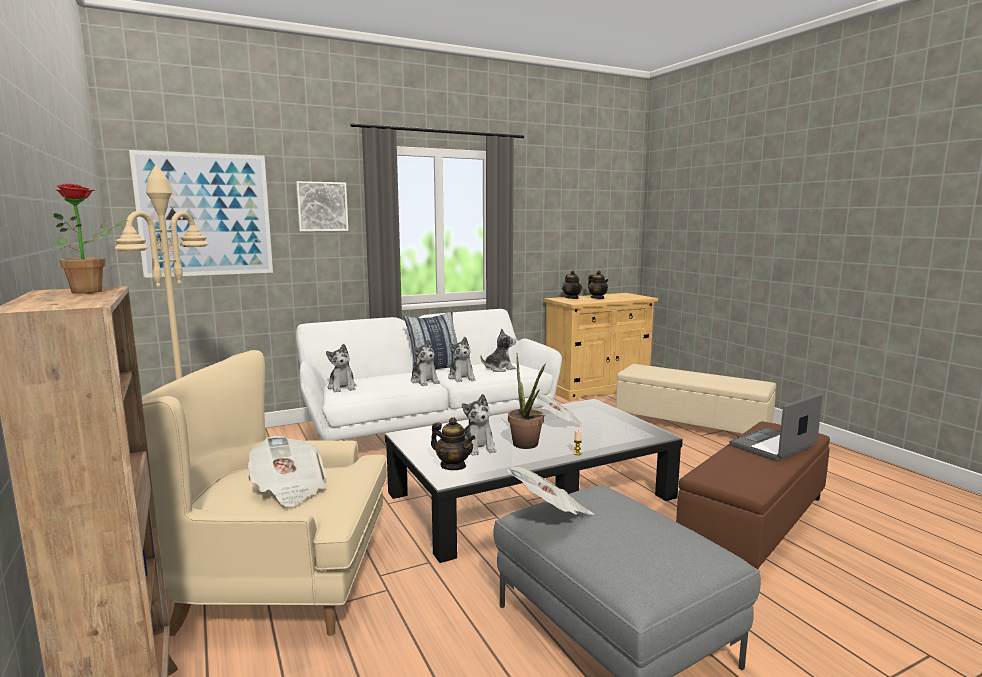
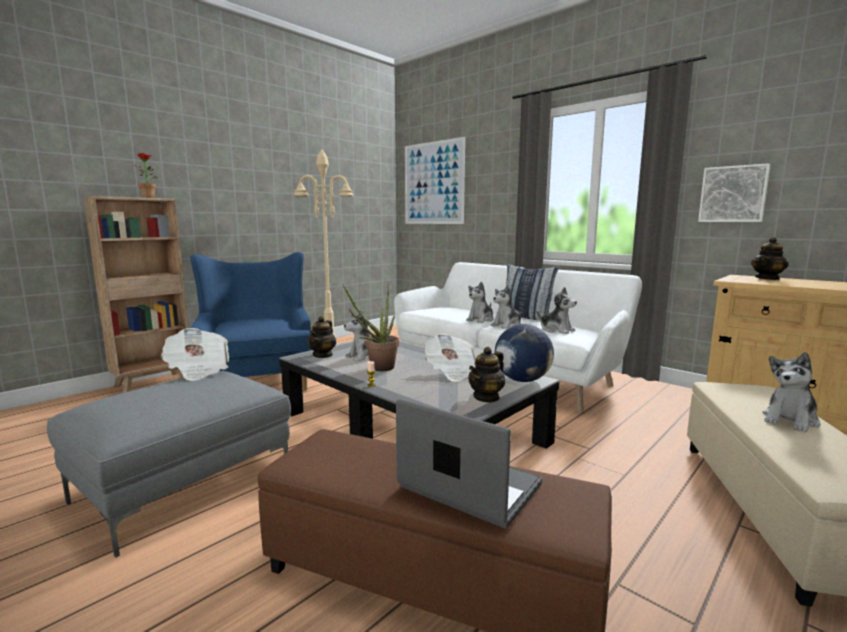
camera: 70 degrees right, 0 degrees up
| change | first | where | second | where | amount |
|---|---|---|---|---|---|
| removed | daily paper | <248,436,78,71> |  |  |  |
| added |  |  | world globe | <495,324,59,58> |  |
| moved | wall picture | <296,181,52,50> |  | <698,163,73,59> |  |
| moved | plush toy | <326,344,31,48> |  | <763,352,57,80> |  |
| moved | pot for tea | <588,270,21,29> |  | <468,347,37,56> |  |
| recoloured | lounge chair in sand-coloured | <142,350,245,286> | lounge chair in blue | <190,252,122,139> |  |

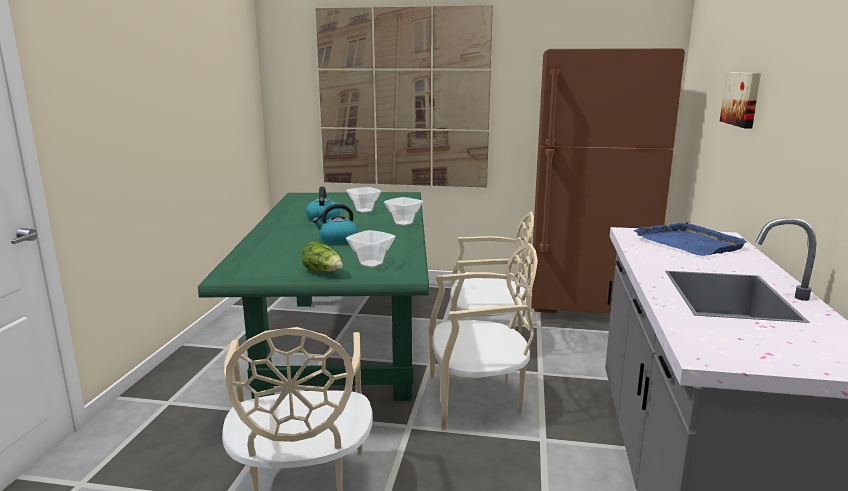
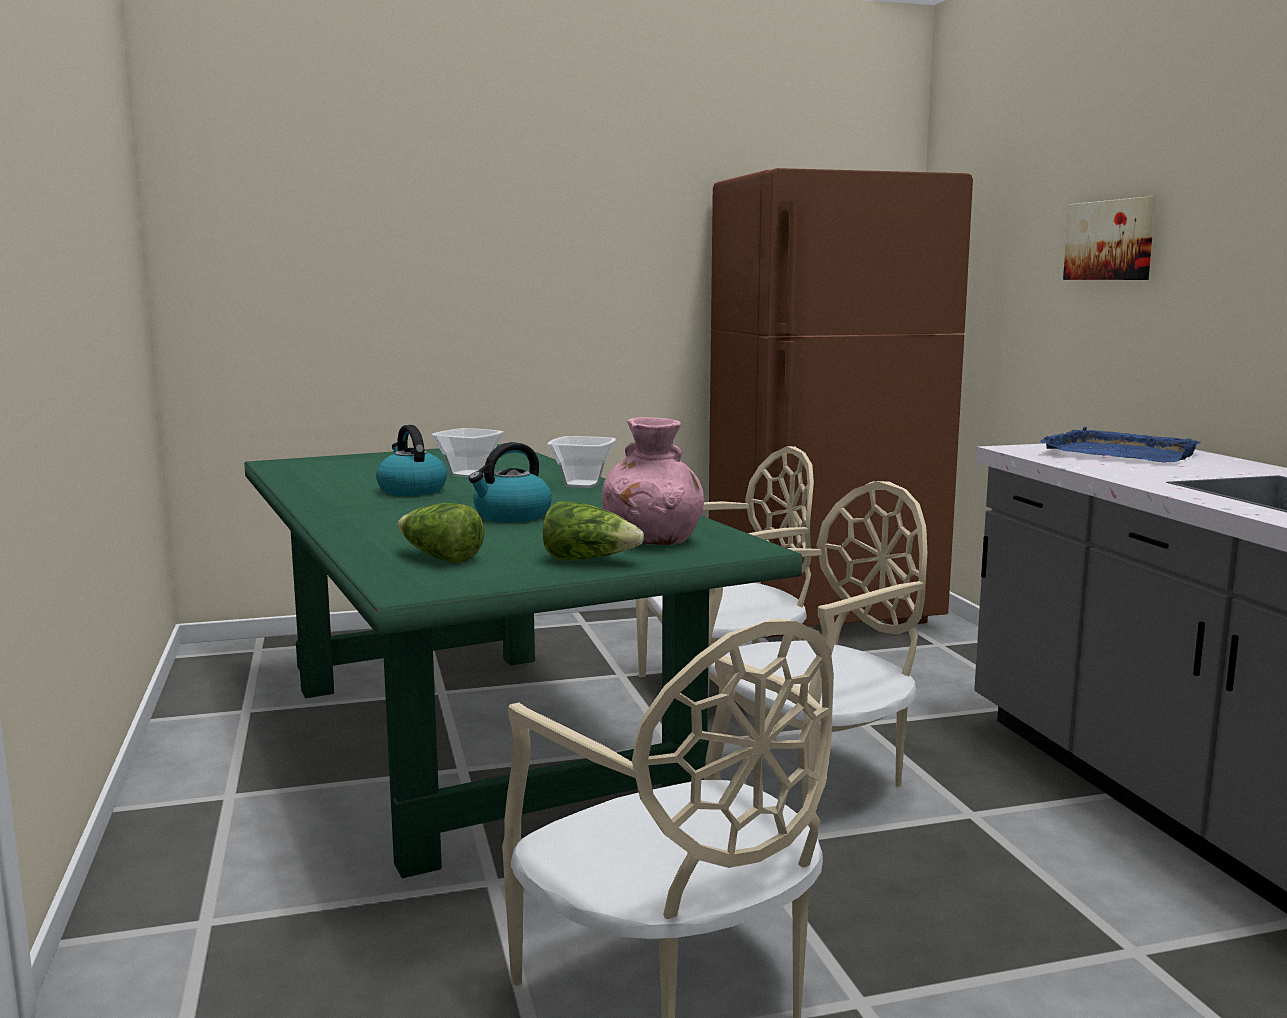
camera: 25 degrees left, 5 degrees down
| change | first | where | second | where | amount |
|---|---|---|---|---|---|
| removed | wall picture | <316,5,177,182> |  |  |  |
| added |  |  | lettuce head | <398,503,86,60> |  |
| replaced | serving bowl | <346,230,50,38> | flower vase in pink | <601,417,103,128> |  |

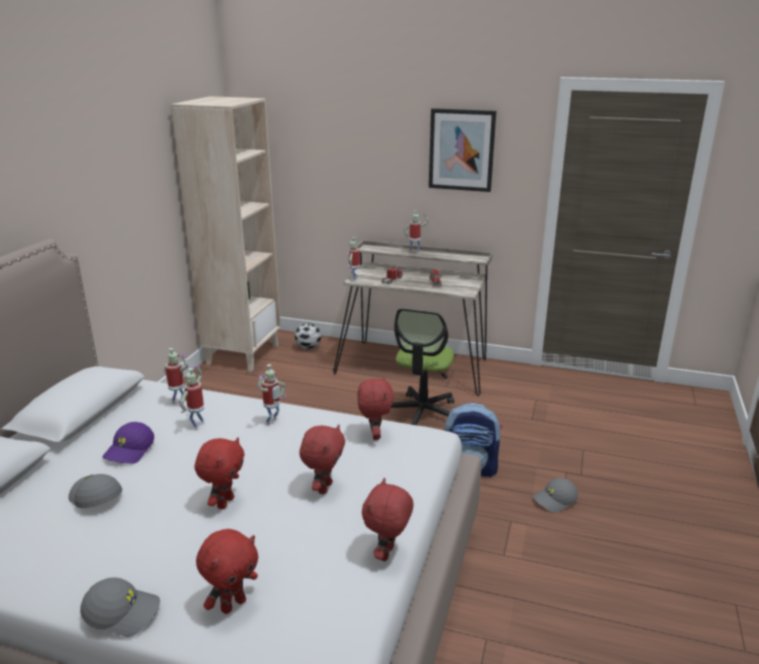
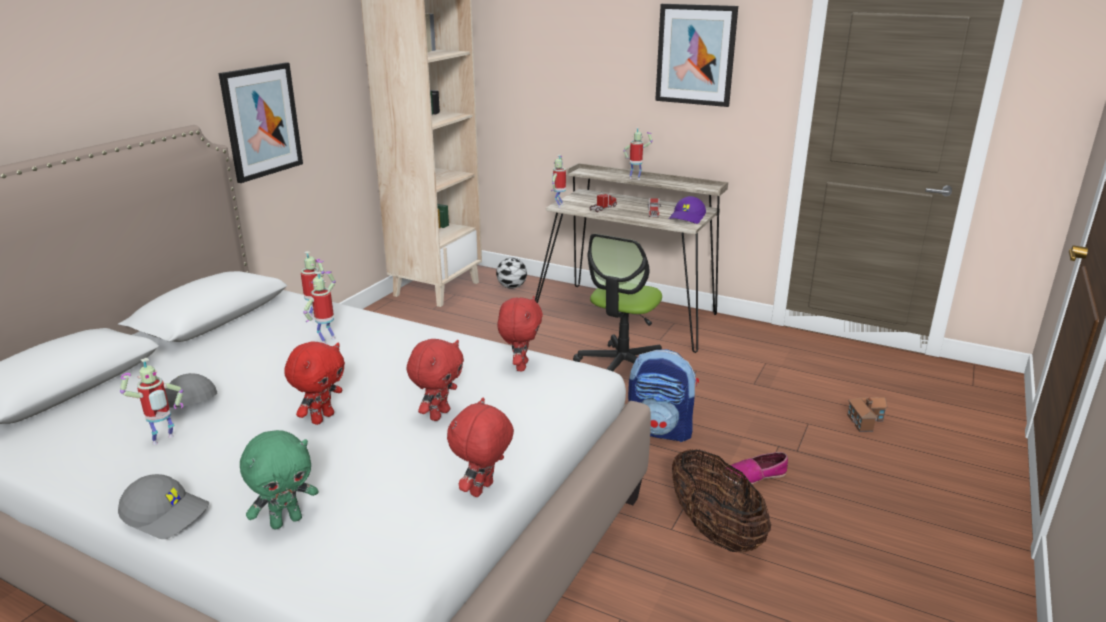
camera: 10 degrees right, 0 degrees up
| change | first | where | second | where | amount |
|---|---|---|---|---|---|
| added |  |  | wall picture | <219,62,84,121> |  |
| added |  |  | storage basket | <672,449,99,104> |  |
| added |  |  | miniature house | <847,397,41,35> |  |
| moved | peaked cap in purplish | <102,422,52,42> |  | <669,196,37,28> |  |
| moved | robot figure | <258,364,28,61> |  | <120,358,63,87> |  |
| replaced | peaked cap in gray | <533,478,45,35> | low shoe | <723,452,65,33> |  |
| recoloured | plush toy in reddish | <196,529,62,85> | plush toy in greenish | <240,430,78,100> |  |

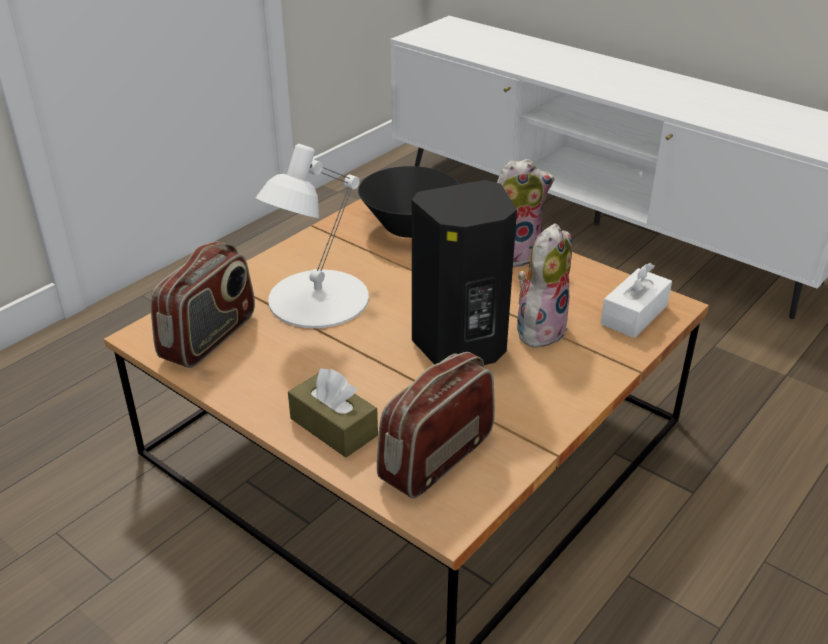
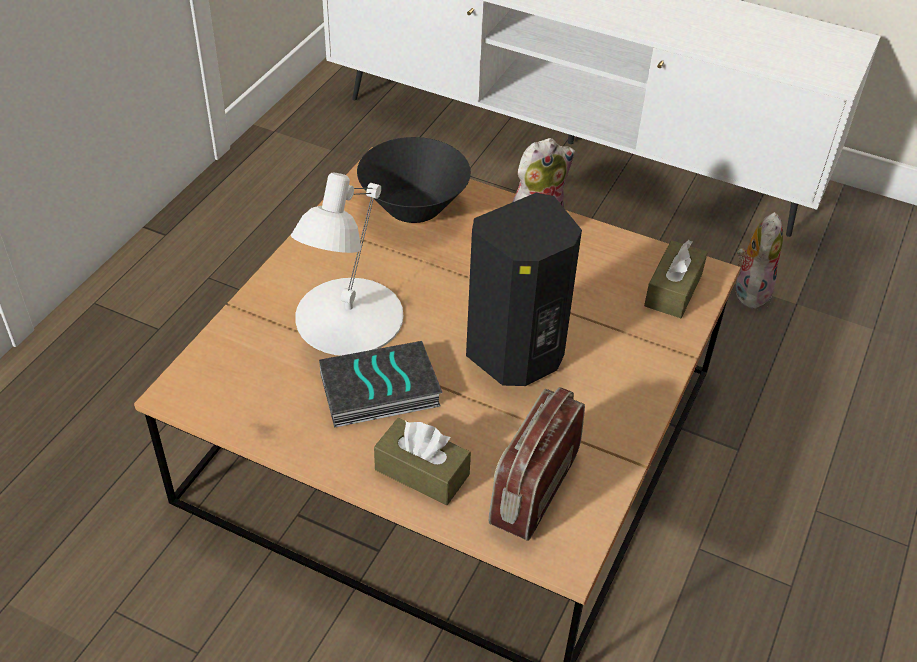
camera: 15 degrees left, 10 degrees up
| change | first | where | second | where | amount |
|---|---|---|---|---|---|
| removed | radio receiver | <150,242,105,126> |  |  |  |
| added |  |  | bound book | <319,341,123,87> |  |
| moved | plush toy | <517,223,55,125> |  | <736,212,47,97> |  |
| recoloured | tissue holder in white-coloured | <600,263,72,75> | tissue holder in brown-coloured | <644,240,64,78> |  |

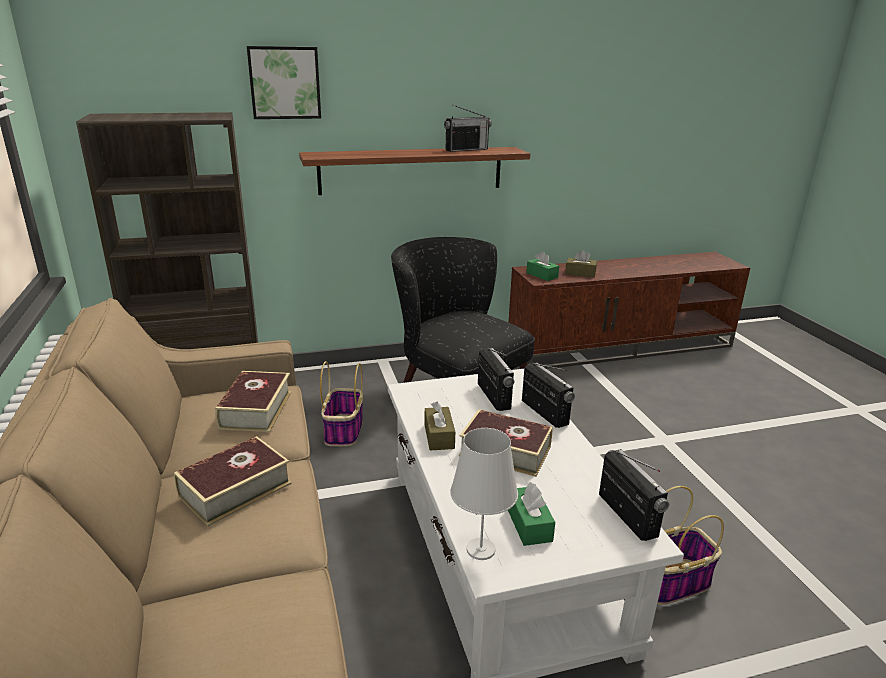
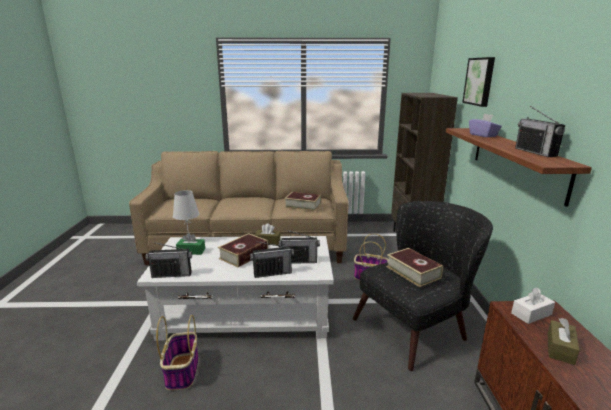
camera: 105 degrees right, 5 degrees down
| change | first | where | second | where | amount |
|---|---|---|---|---|---|
| added |  |  | tissue holder in purplish | <469,114,33,23> |  |
| moved | bound book | <174,436,117,91> |  | <386,248,57,39> |  |
| recoloured | tissue holder in greenish | <526,251,33,30> | tissue holder in white-coloured | <511,287,44,37> |  |

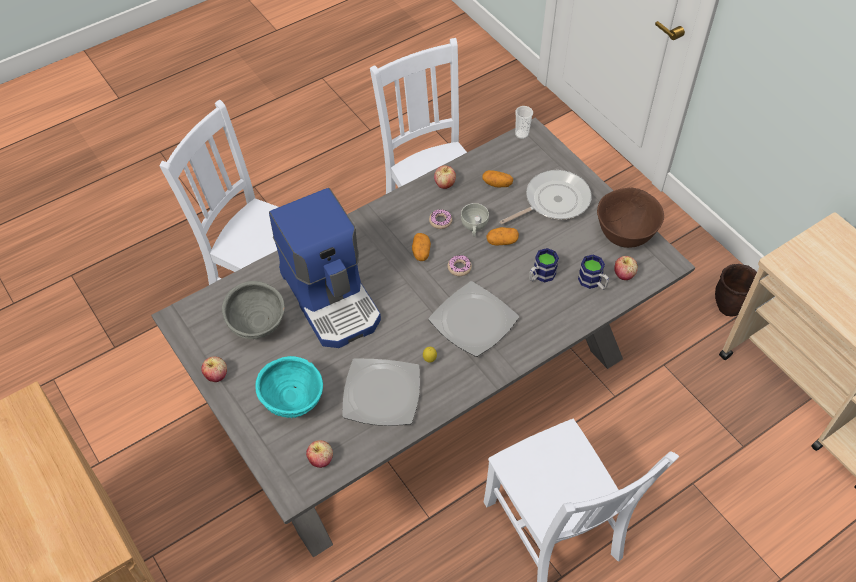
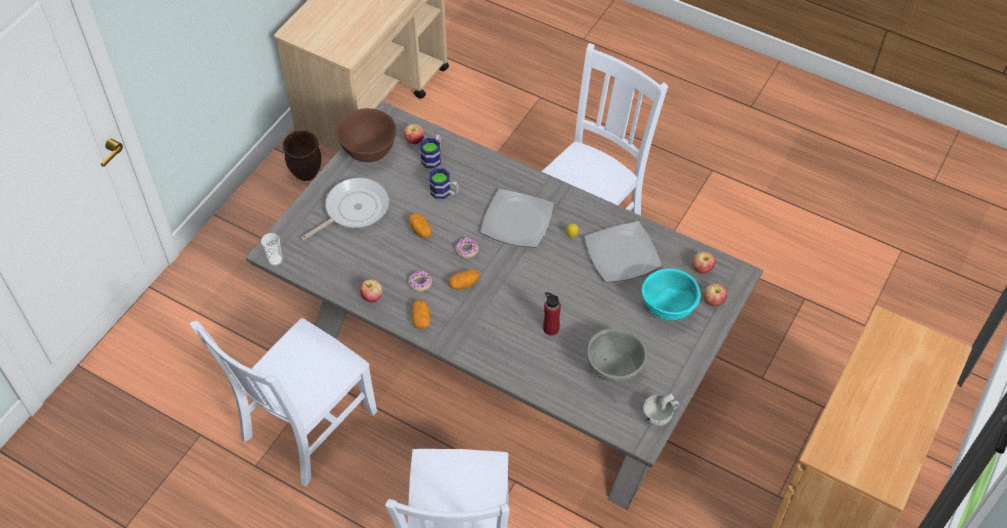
camera: 115 degrees left, 0 degrees up
| change | first | where | second | where | amount |
|---|---|---|---|---|---|
| moved | apple | <201,356,26,26> |  | <704,284,23,22> |  |
| moved | cup in white-coloured | <461,203,28,33> |  | <643,394,36,32> |  |
| moved | whole potato | <482,170,31,18> |  | <412,300,18,29> |  |
| replaced | coffee brewer | <269,188,112,160> | bottle in reddish | <543,292,18,44> |  |
| turned | skillet | <500,170,92,54> |  | <301,178,88,62> | 105 degrees clockwise |

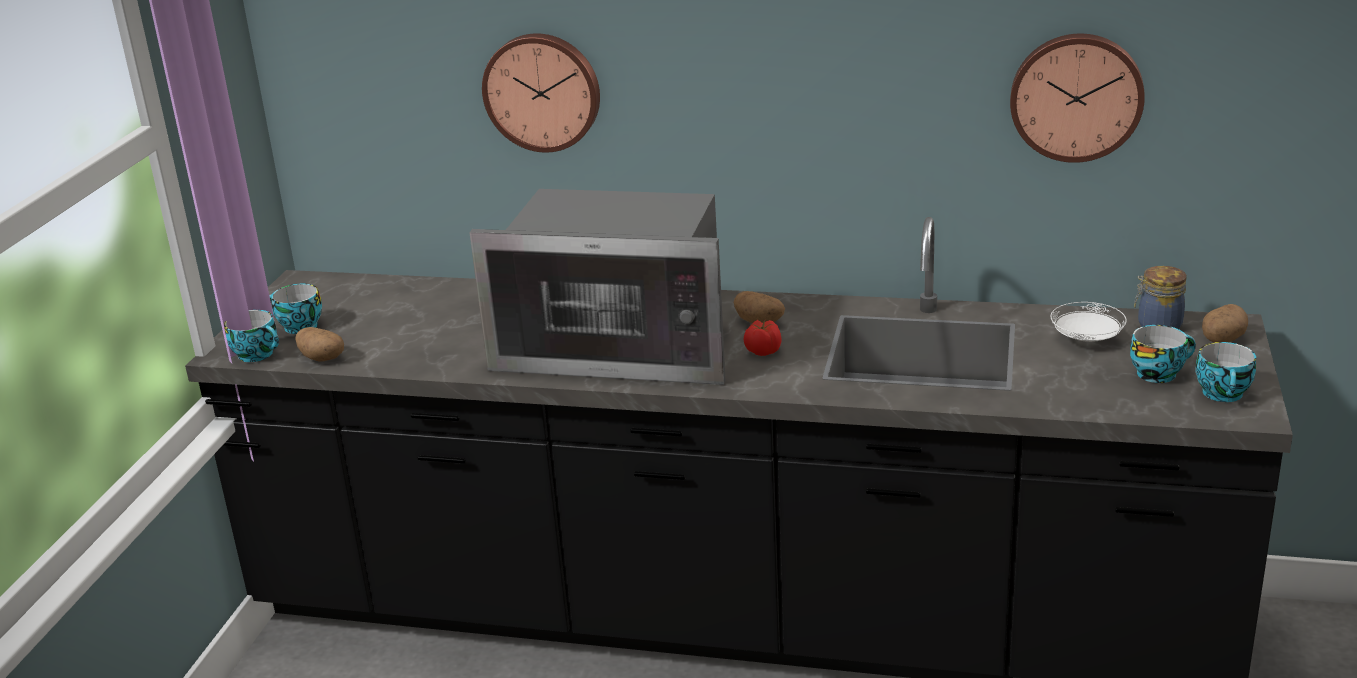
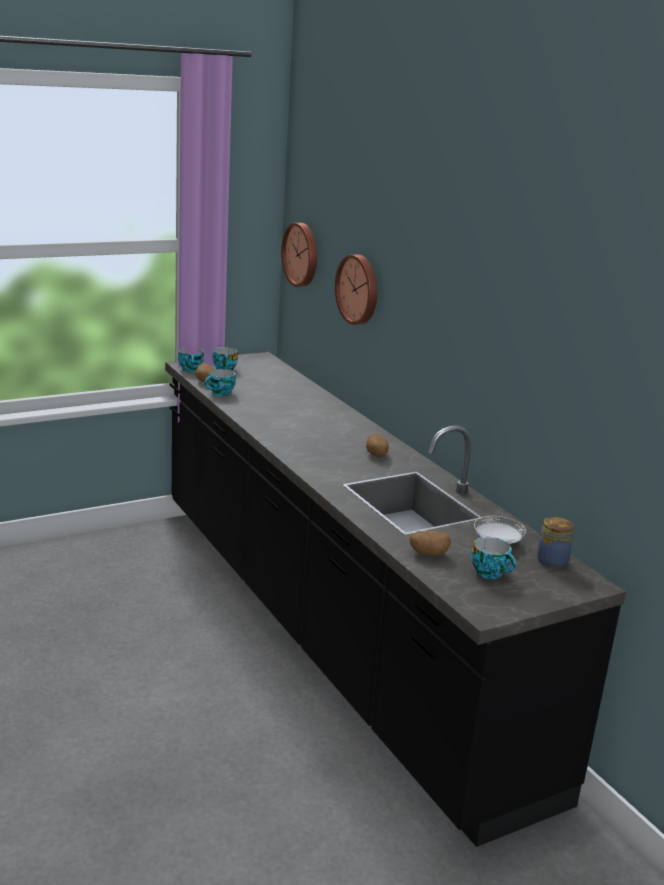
camera: 45 degrees right, 5 degrees down
| change | first | where | second | where | amount |
|---|---|---|---|---|---|
| removed | microwave | <469,189,257,196> |  |  |  |
| removed | tomato | <743,320,39,36> |  |  |  |
| moved | hanging clock | <1010,34,135,129> |  | <281,223,36,64> |  |
| moved | cup | <1196,342,60,60> |  | <204,369,32,27> |  |
| moved | whole potato | <1202,304,46,39> |  | <409,531,42,25> |  |

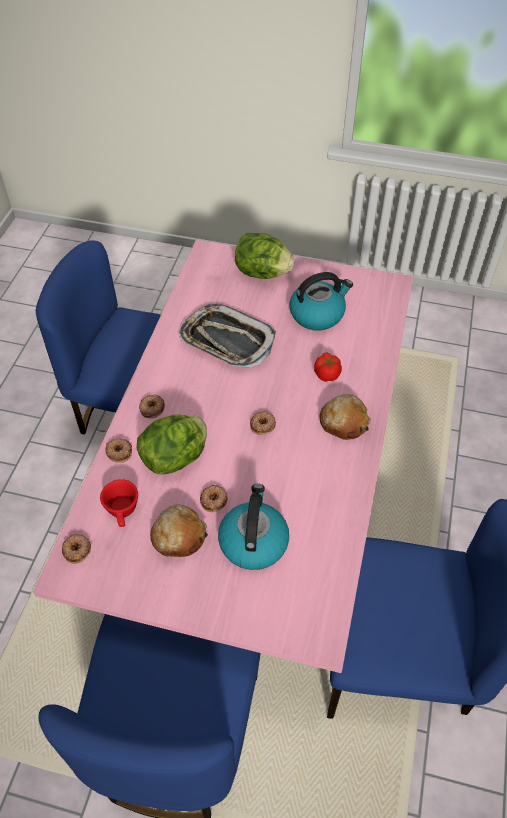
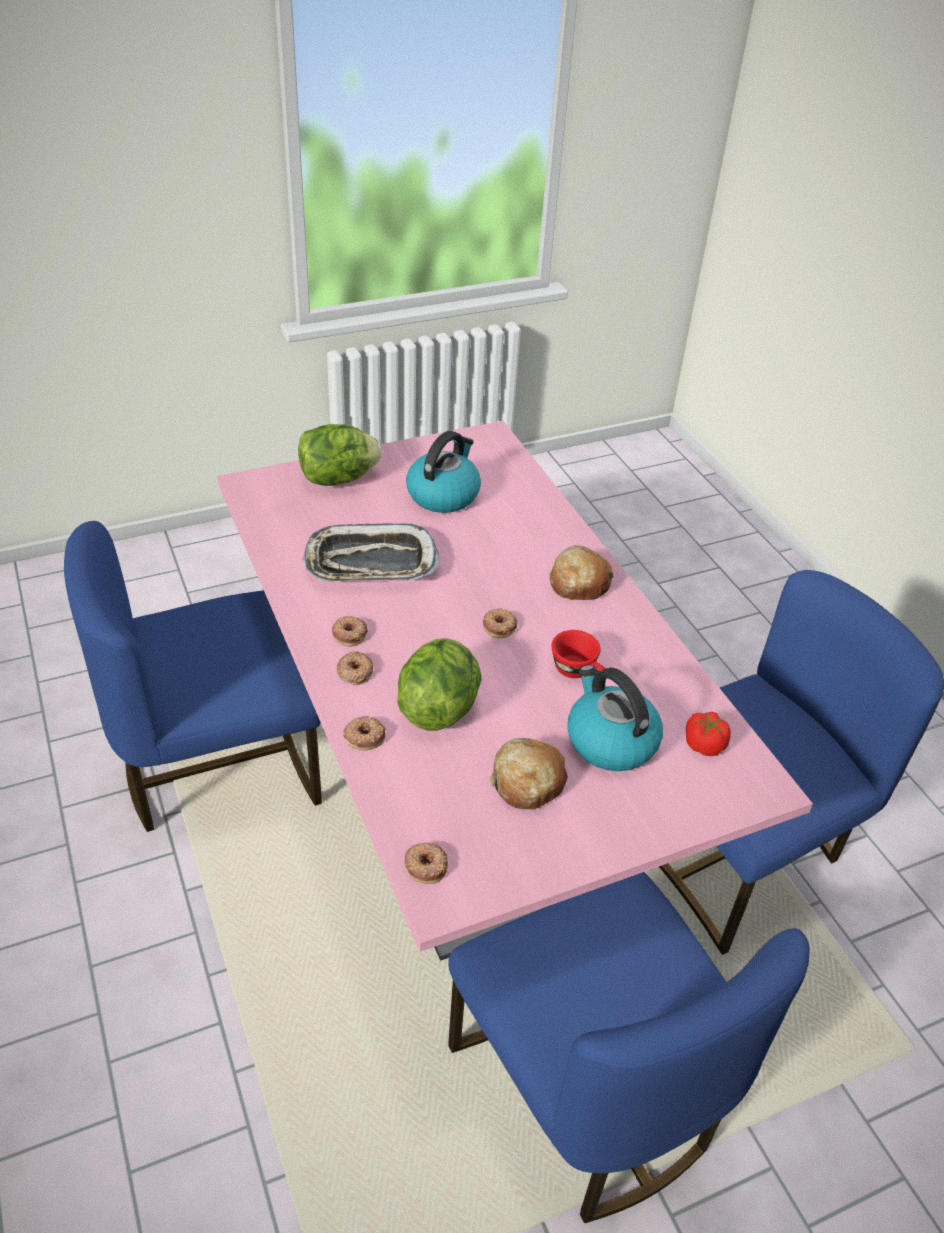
camera: 40 degrees left, 10 degrees down
| change | first | where | second | where | amount |
|---|---|---|---|---|---|
| moved | cup in reddish | <100,479,38,48> |  | <552,630,54,48> |  |
| moved | doughnut | <200,484,28,28> |  | <332,616,36,31> |  |
| moved | tomato | <314,352,28,30> |  | <686,712,45,44> |  |

